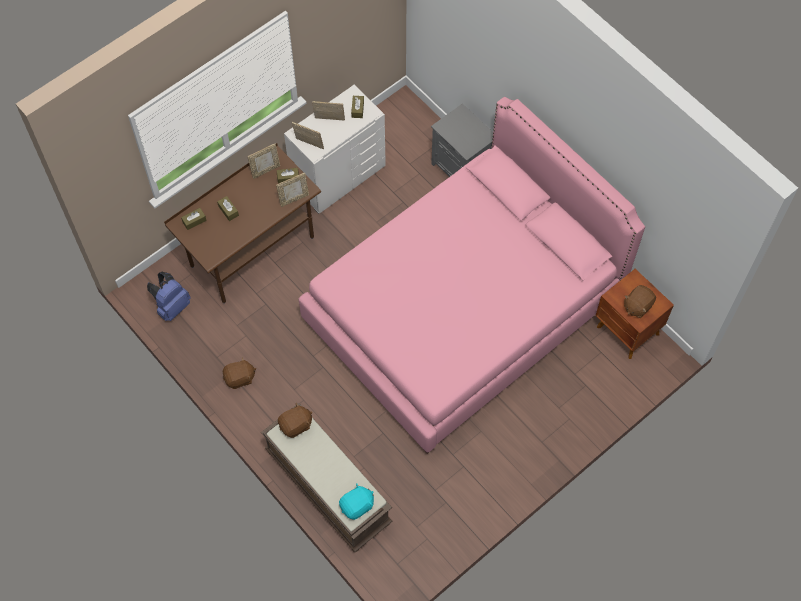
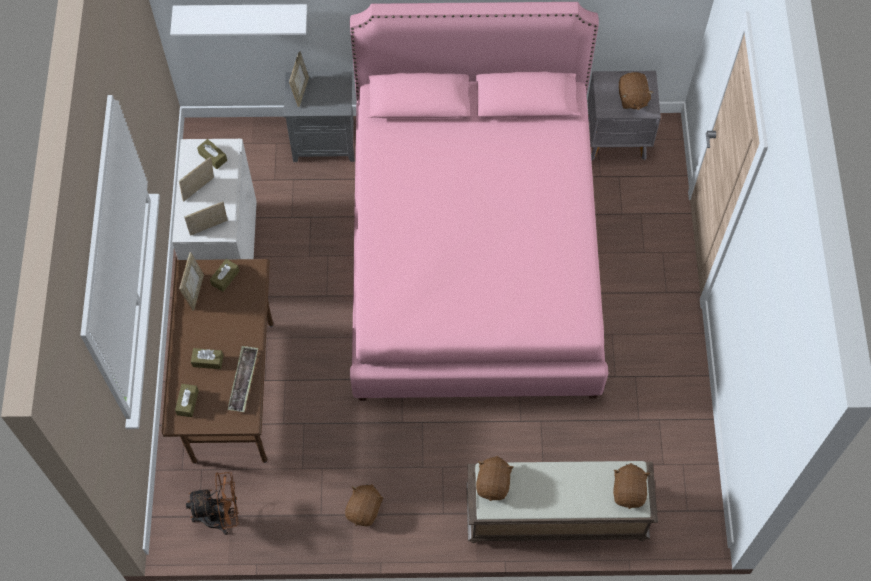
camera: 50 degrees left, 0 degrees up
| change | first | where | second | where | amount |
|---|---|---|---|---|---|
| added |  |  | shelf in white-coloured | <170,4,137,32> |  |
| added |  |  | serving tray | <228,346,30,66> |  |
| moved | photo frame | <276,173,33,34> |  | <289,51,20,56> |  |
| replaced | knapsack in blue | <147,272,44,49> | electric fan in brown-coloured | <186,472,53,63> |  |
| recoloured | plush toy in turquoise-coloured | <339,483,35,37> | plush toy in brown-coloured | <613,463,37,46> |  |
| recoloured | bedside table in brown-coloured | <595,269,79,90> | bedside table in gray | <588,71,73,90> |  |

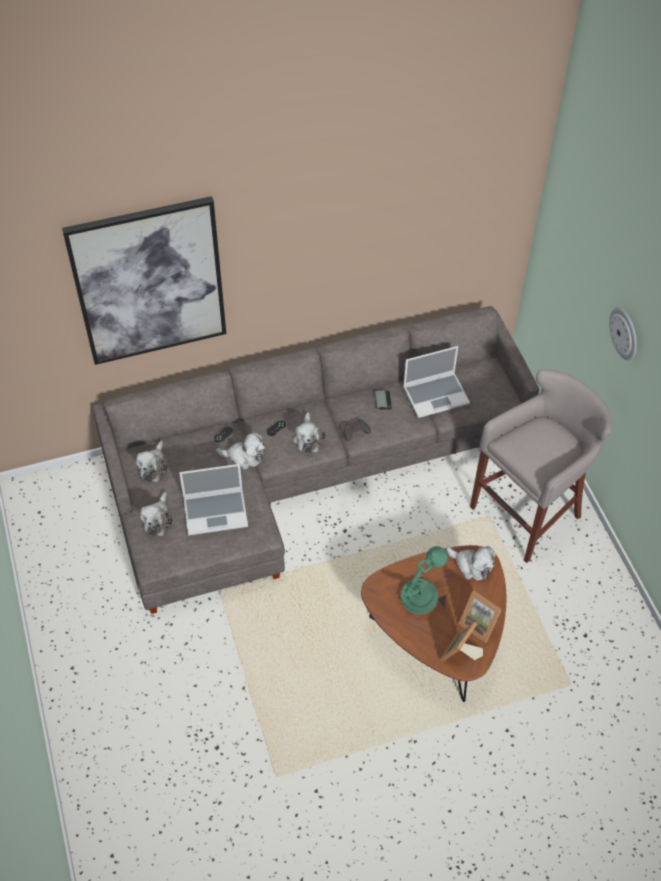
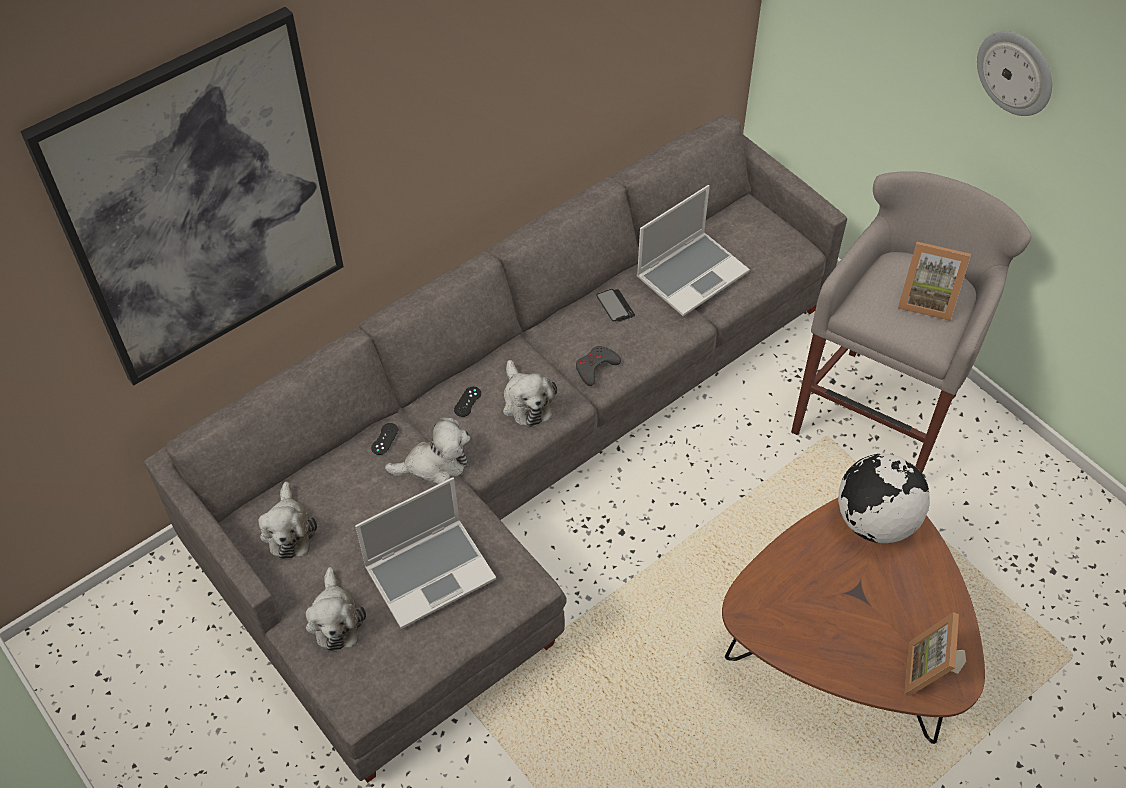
camera: 20 degrees left, 0 degrees up
| change | first | where | second | where | amount |
|---|---|---|---|---|---|
| removed | tabletop lamp in greenish | <401,546,47,68> |  |  |  |
| moved | photo frame | <459,591,43,52> |  | <898,242,73,79> |  |
| replaced | plush toy | <446,546,50,35> | world globe | <838,454,92,89> |  |

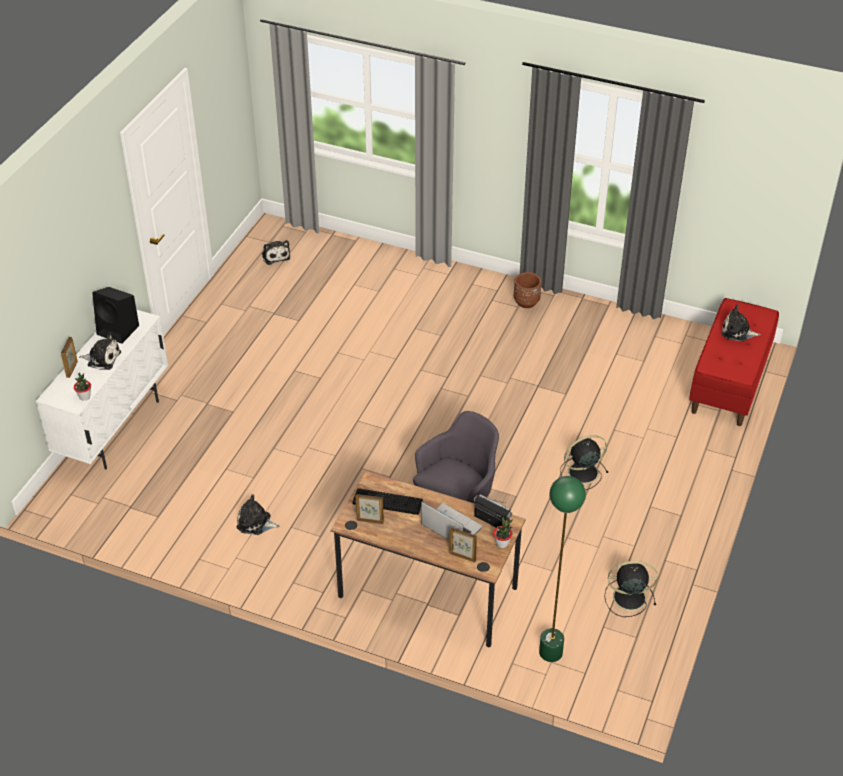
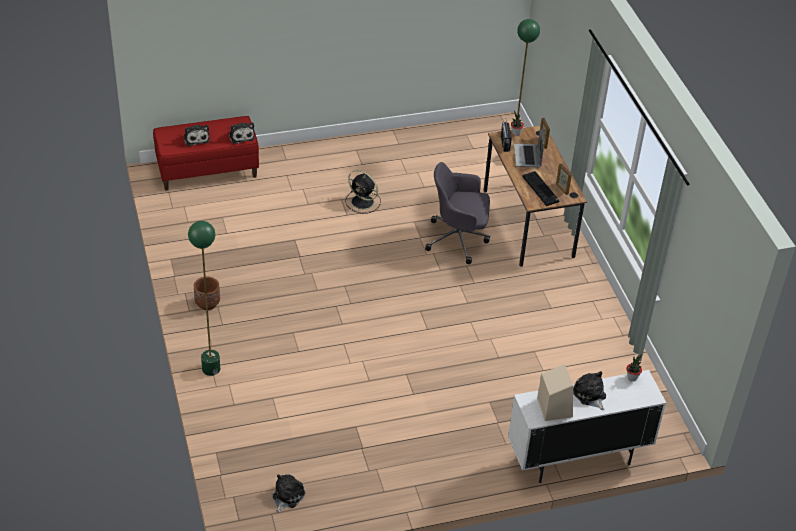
camera: 130 degrees left, 0 degrees up
| change | first | where | second | where | amount |
|---|---|---|---|---|---|
| removed | photo frame | <61,337,17,41> |  |  |  |
| removed | electric fan in black-coloured | <605,561,53,56> |  |  |  |
| added |  |  | standard lamp in greenish | <188,221,32,155> |  |
| moved | plush toy | <237,495,43,40> |  | <229,123,26,21> |  |
| recoloured | audio speaker in black-coloured | <92,287,47,57> | audio speaker in sand-coloured | <537,364,36,57> |  |

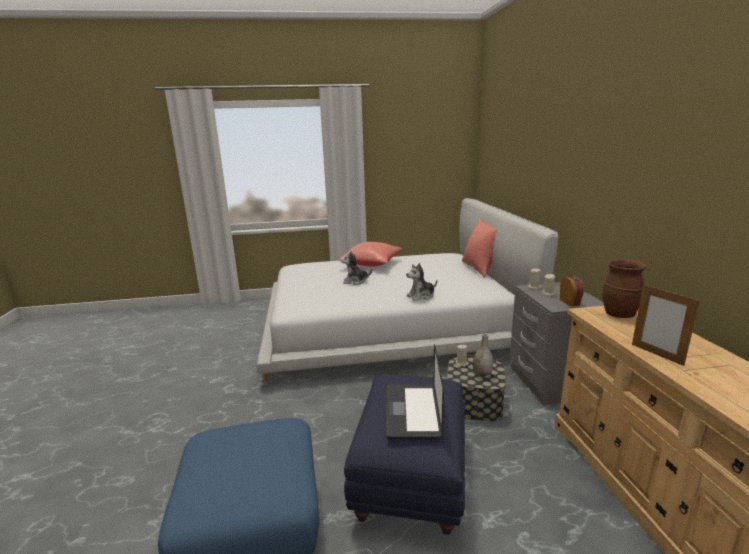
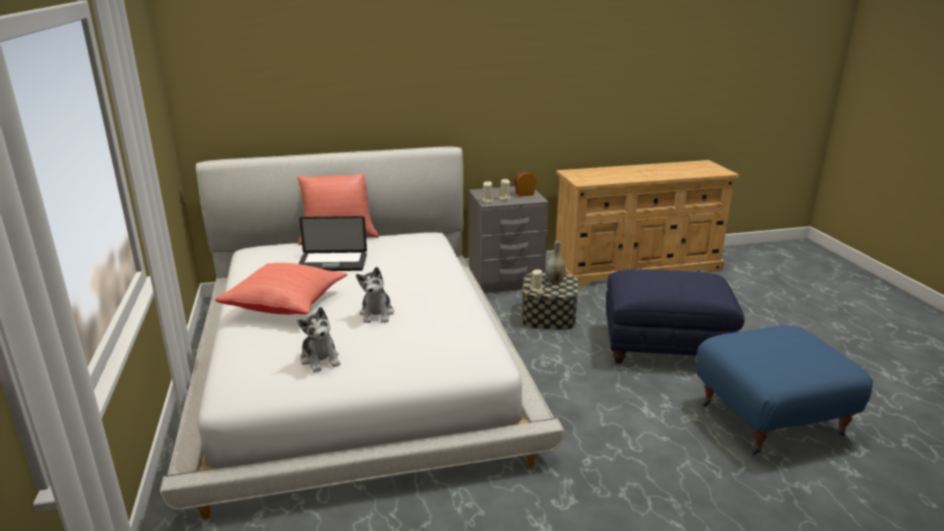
camera: 95 degrees left, 5 degrees up
| change | first | where | second | where | amount |
|---|---|---|---|---|---|
| removed | flower vase in brown-coloured | <602,259,45,59> |  |  |  |
| removed | photo frame | <632,284,68,82> |  |  |  |
| moved | notebook computer | <386,344,58,96> |  | <298,216,69,55> |  |
| moved | plush toy | <406,263,31,38> |  | <298,307,43,66> |  |

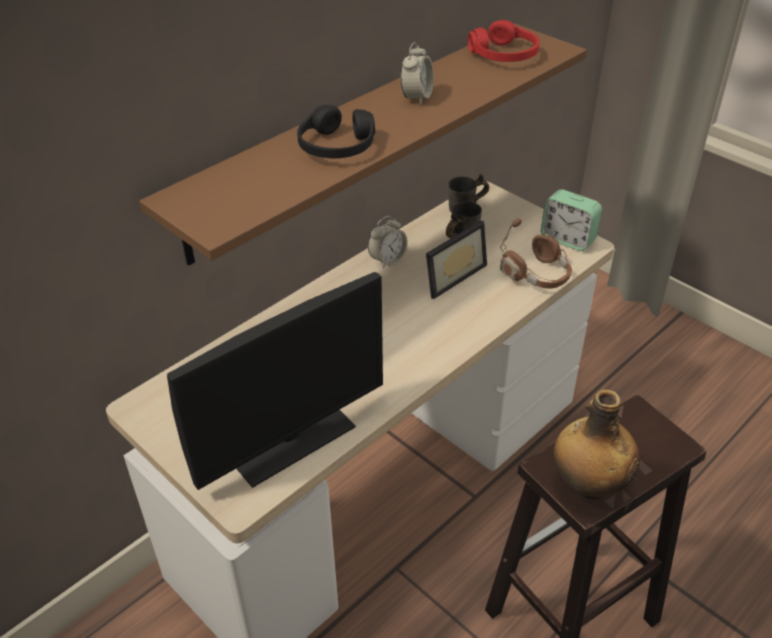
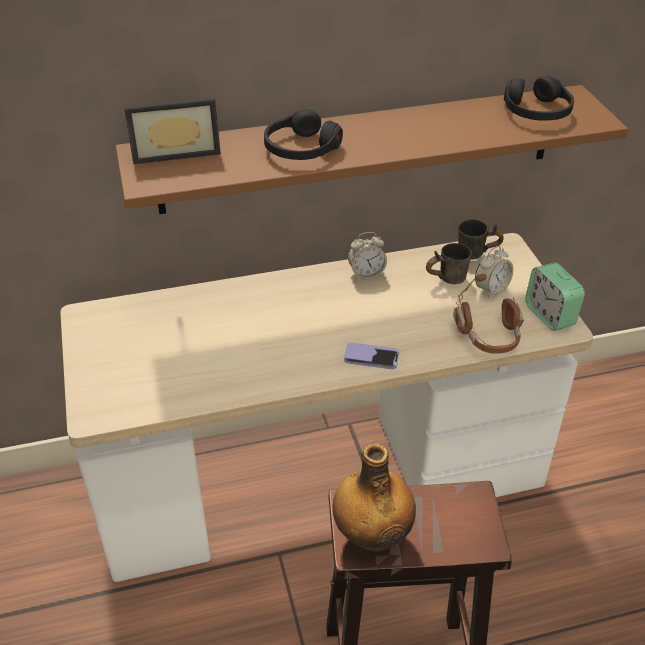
camera: 30 degrees right, 0 degrees up
| change | first | where | second | where | amount |
|---|---|---|---|---|---|
| removed | computer screen | <167,272,216,218> |  |  |  |
| added |  |  | telephone | <344,342,55,28> |  |
| moved | alarm clock | <401,42,33,63> |  | <475,246,38,52> |  |
| moved | photo frame | <426,220,61,79> |  | <124,98,97,66> |  |
| recoloured | headset in reddish | <468,20,72,42> | headset in black-coloured | <504,76,70,45> |  |

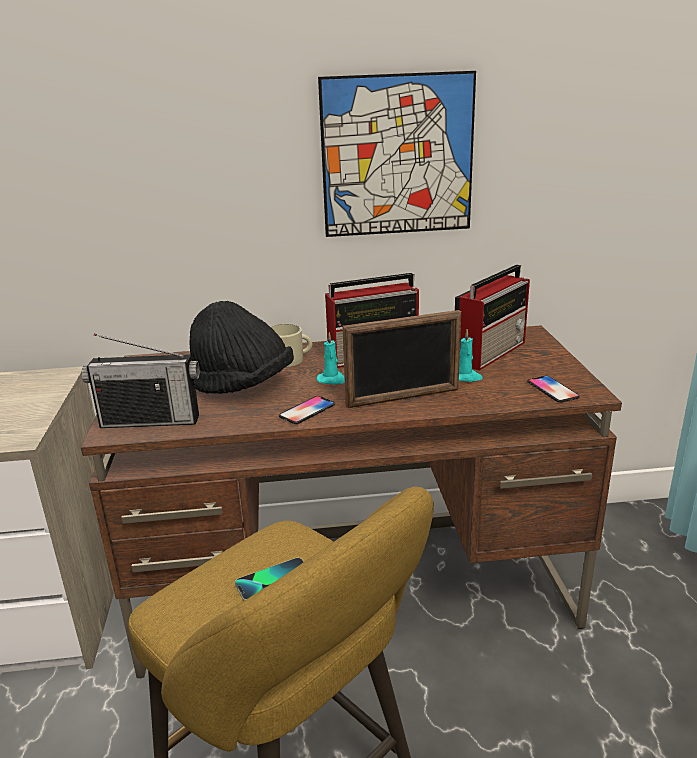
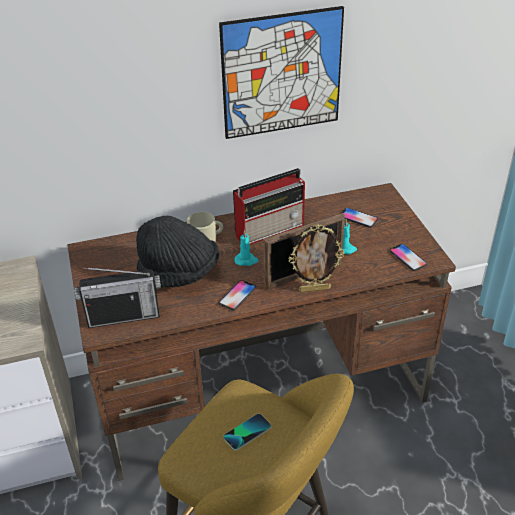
camera: 10 degrees left, 15 degrees up
| change | first | where | second | where | amount |
|---|---|---|---|---|---|
| added |  |  | photo frame | <288,224,56,68> |  |
| replaced | radio receiver | <455,265,75,106> | telephone | <340,208,38,20> |  |

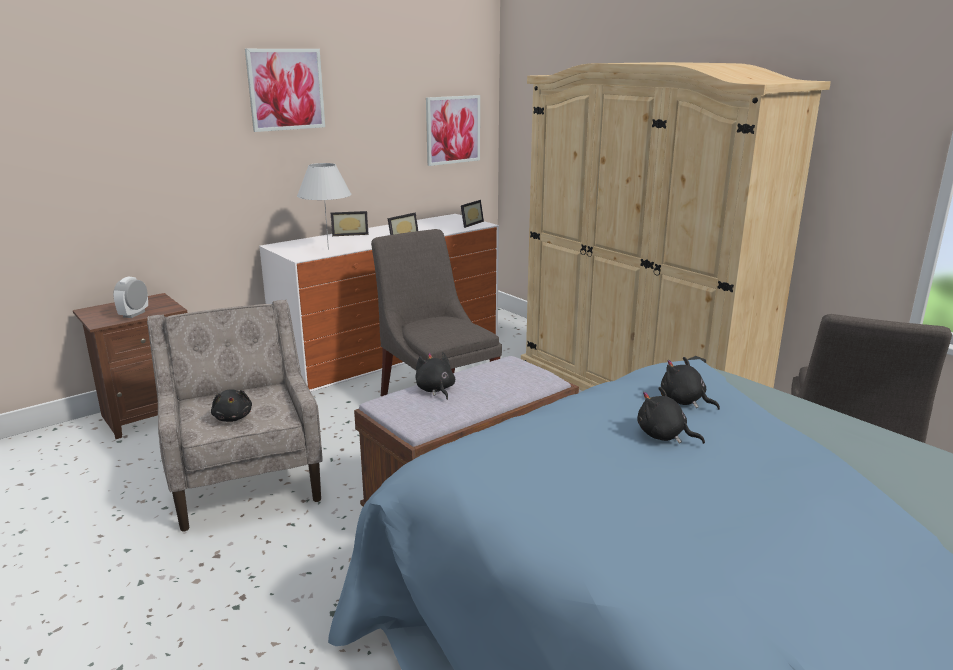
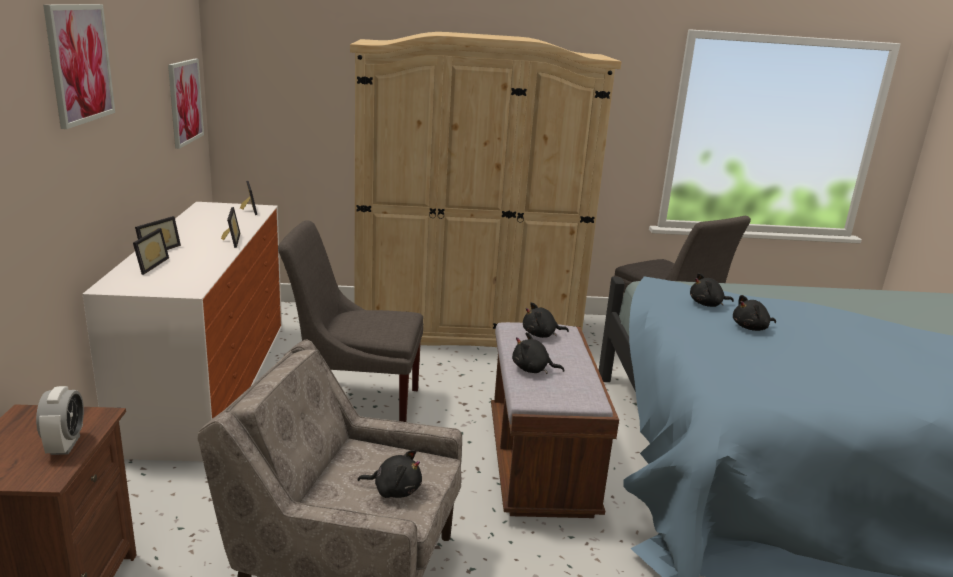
camera: 55 degrees left, 0 degrees up
| change | first | where | second | where | amount |
|---|---|---|---|---|---|
| removed | tabletop lamp in white-coloured | <297,163,54,87> |  |  |  |
| added |  |  | photo frame | <133,228,36,47> |  |
| added |  |  | plush toy in black-coloured | <523,302,46,36> |  |
| turned | alarm clock | <113,277,35,41> |  | <36,386,48,69> | 150 degrees counterclockwise |

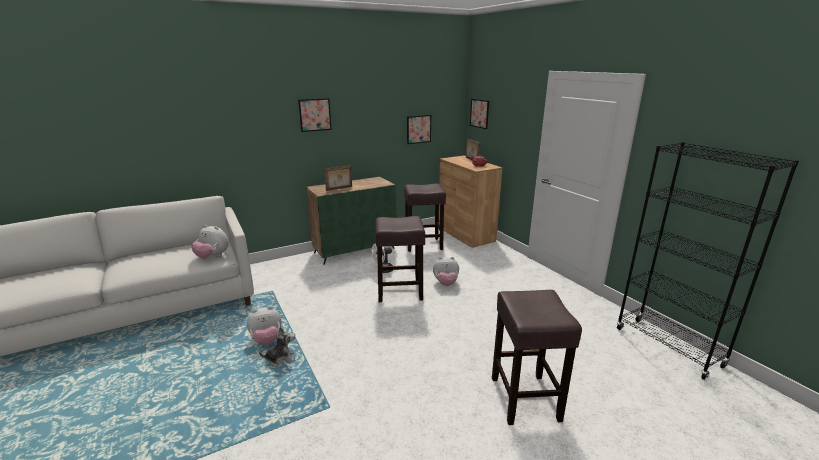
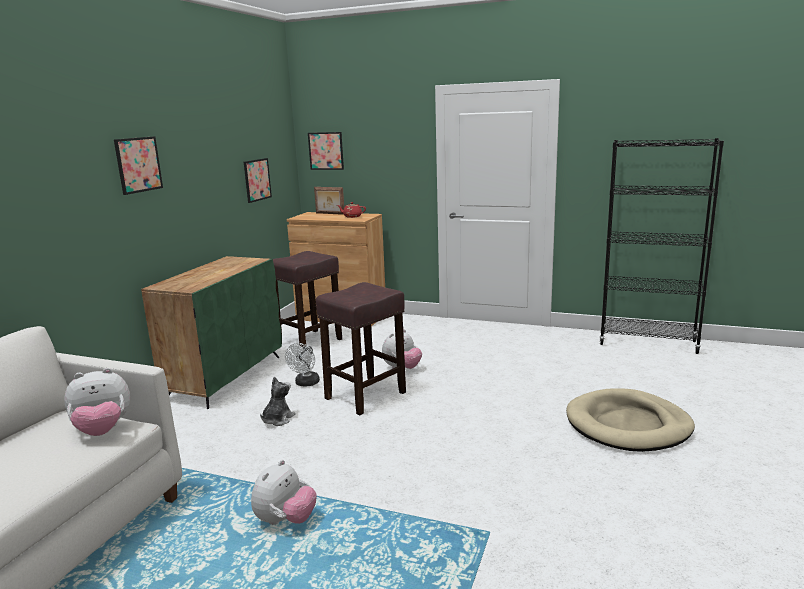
camera: 40 degrees left, 5 degrees down
| change | first | where | second | where | amount |
|---|---|---|---|---|---|
| removed | photo frame | <324,165,28,26> |  |  |  |
| moved | plush toy | <259,326,36,41> |  | <260,377,35,49> |  |
| replaced | sitting stool in brown-coloured | <492,290,90,135> | dog cushion in sand-coloured | <566,388,129,64> |  |

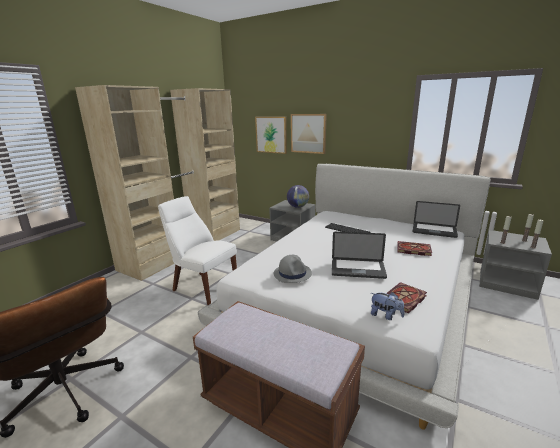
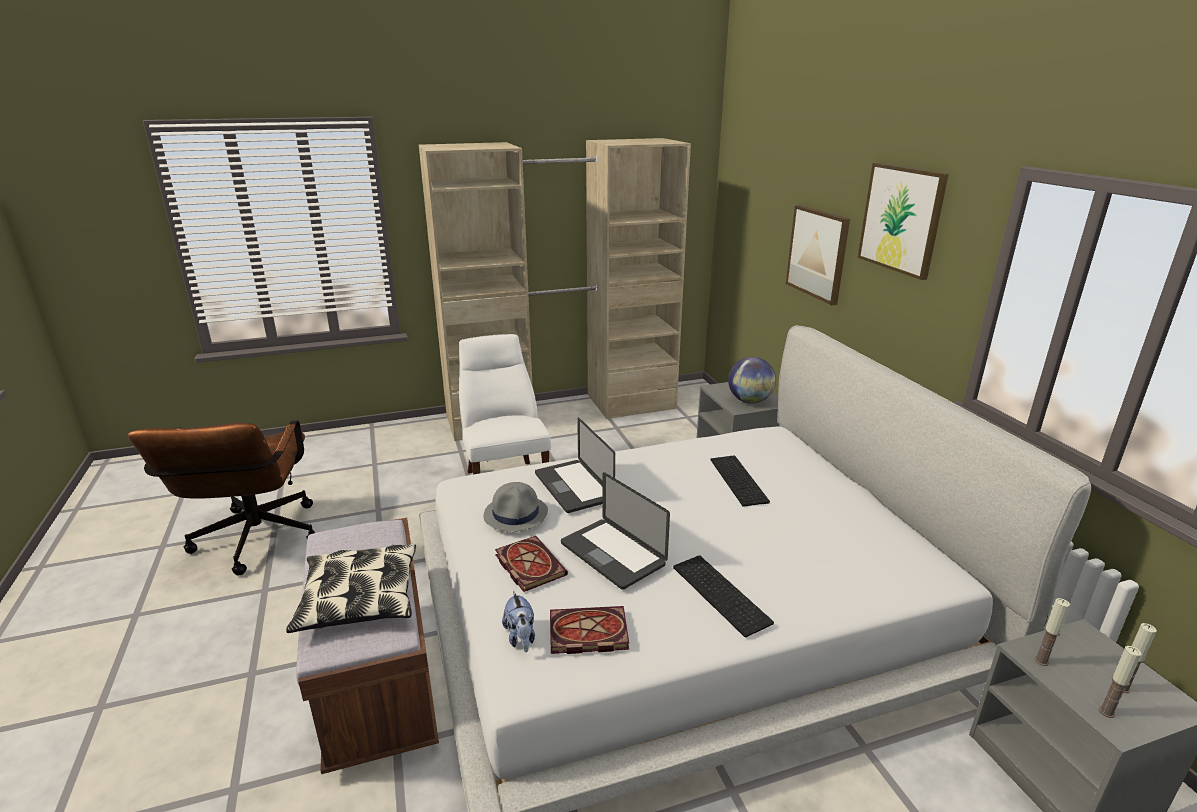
camera: 40 degrees right, 5 degrees up
| change | first | where | second | where | amount |
|---|---|---|---|---|---|
| added |  |  | pillow | <286,543,130,90> |  |
| added |  |  | keyboard | <673,555,101,82> |  |
| moved | wall picture | <255,117,32,37> |  | <858,163,91,117> |  |
| moved | bound book | <397,241,35,15> |  | <495,536,73,56> |  |
| moved | notebook computer | <413,201,47,37> |  | <535,418,80,95> |  |

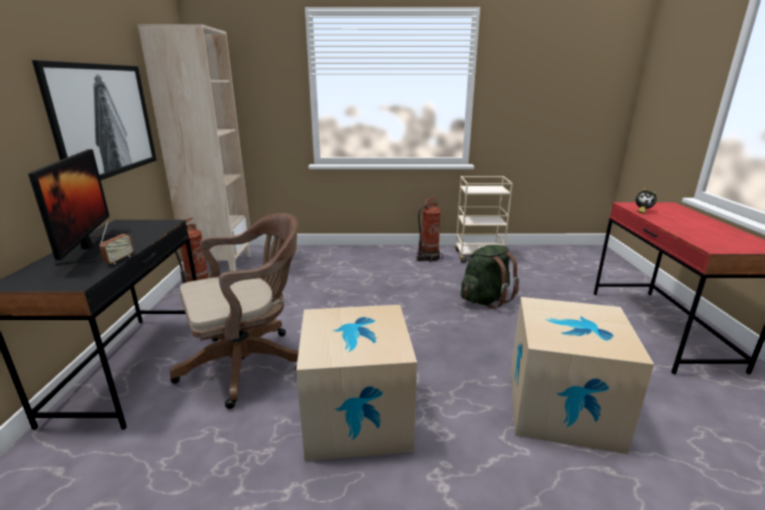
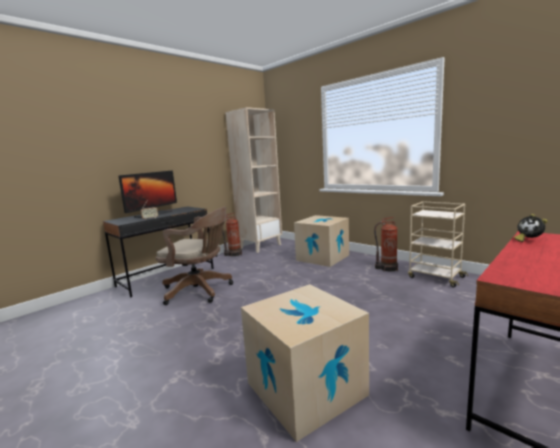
camera: 45 degrees right, 10 degrees down
| change | first | where | second | where | amount |
|---|---|---|---|---|---|
| removed | wall picture | <32,60,125,120> |  |  |  |
| removed | knapsack in greenish | <461,245,58,64> |  |  |  |
| moved | cardboard box | <296,305,121,156> |  | <294,215,55,52> |  |

